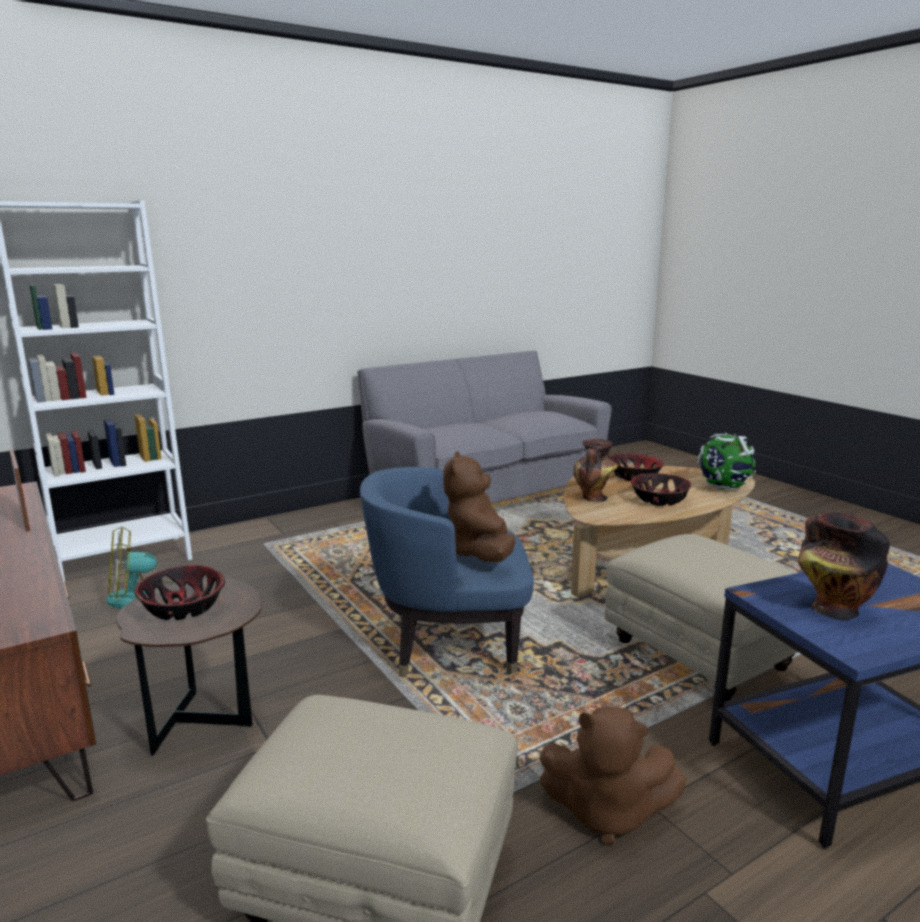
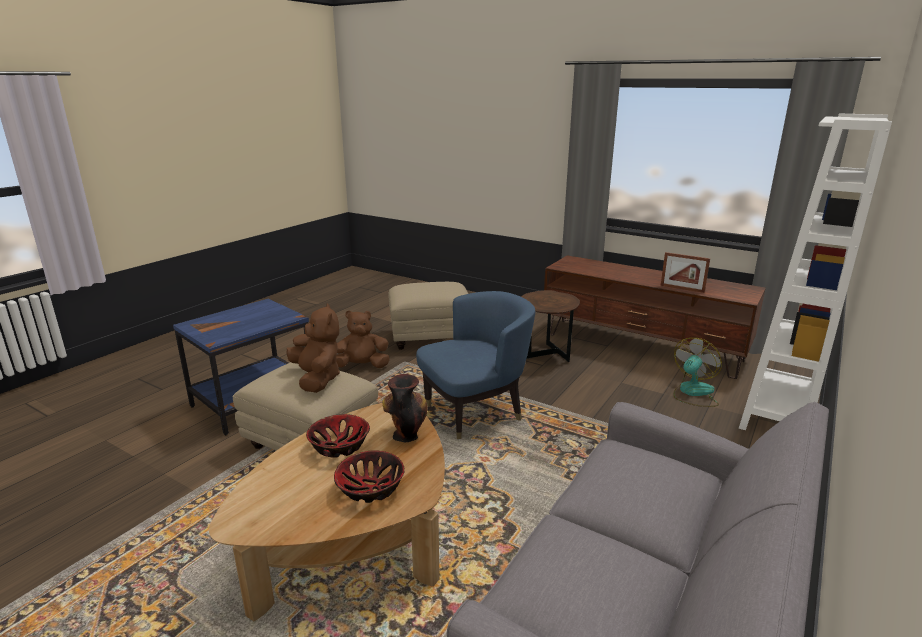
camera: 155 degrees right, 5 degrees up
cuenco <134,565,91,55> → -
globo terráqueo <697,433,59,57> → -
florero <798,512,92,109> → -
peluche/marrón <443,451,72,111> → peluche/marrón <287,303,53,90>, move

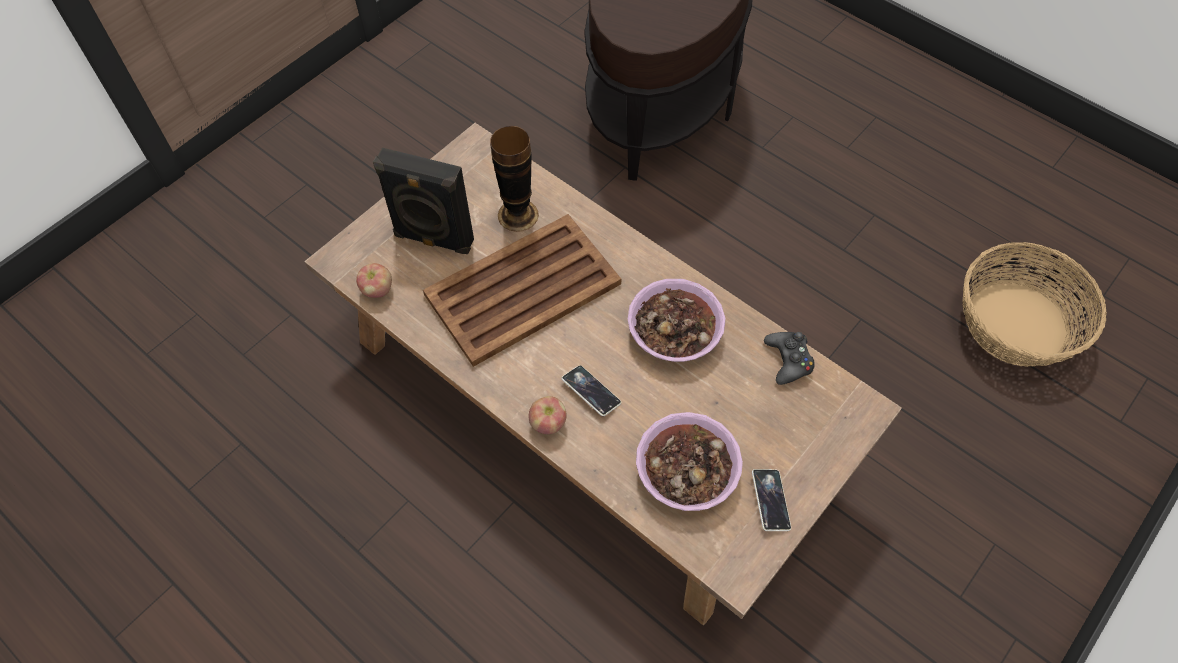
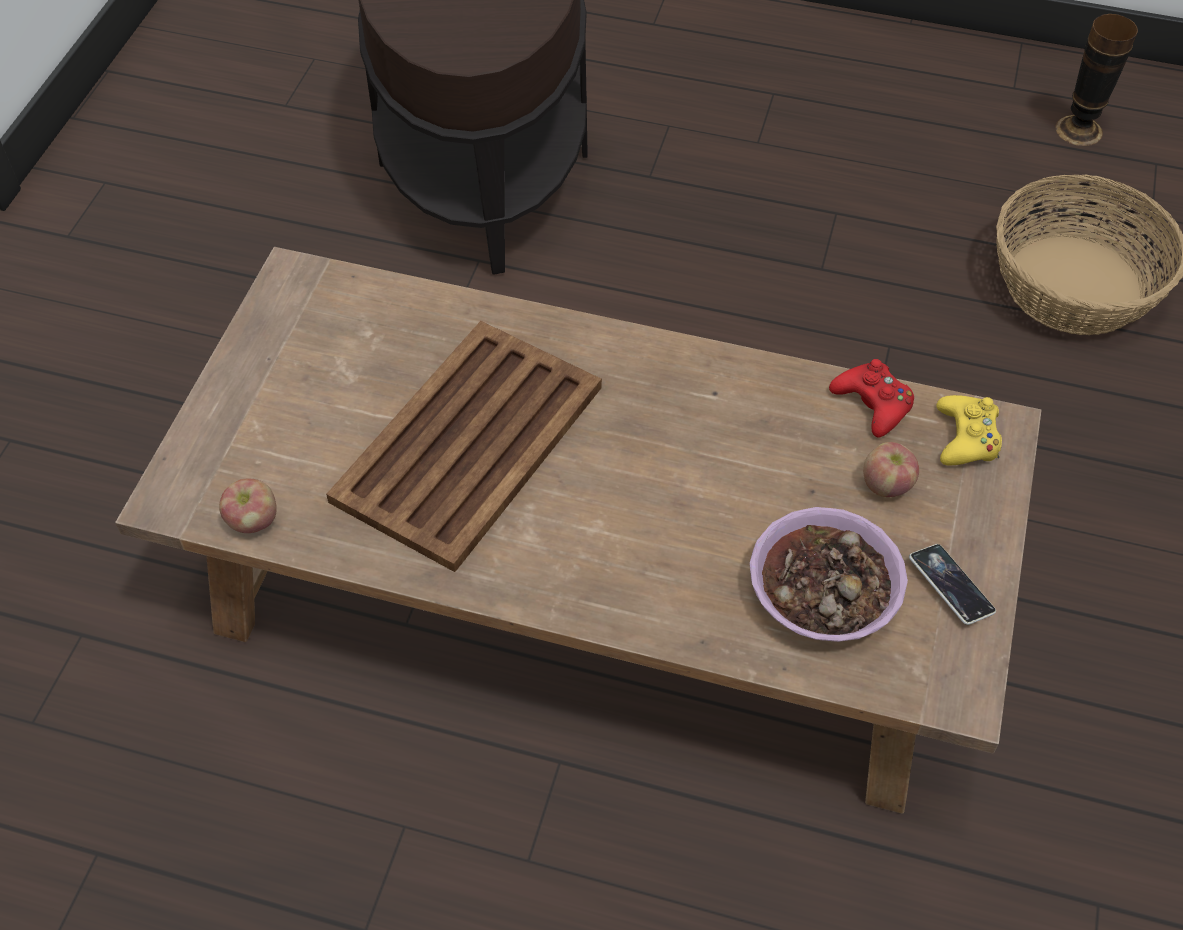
camera: 25 degrees left, 5 degrees down
altavoz/negro <373,148,101,106> → -
móvil <561,365,60,51> → -
cuenco <628,279,97,83> → -
- → mando de consola/amarillo <936,395,66,70>
florero <490,126,49,106> → florero <1055,14,83,132>, move
manzana <529,396,38,38> → manzana <863,442,56,55>, move
mando de consola/negro <764,332,51,53> → mando de consola/rojo <829,359,85,79>

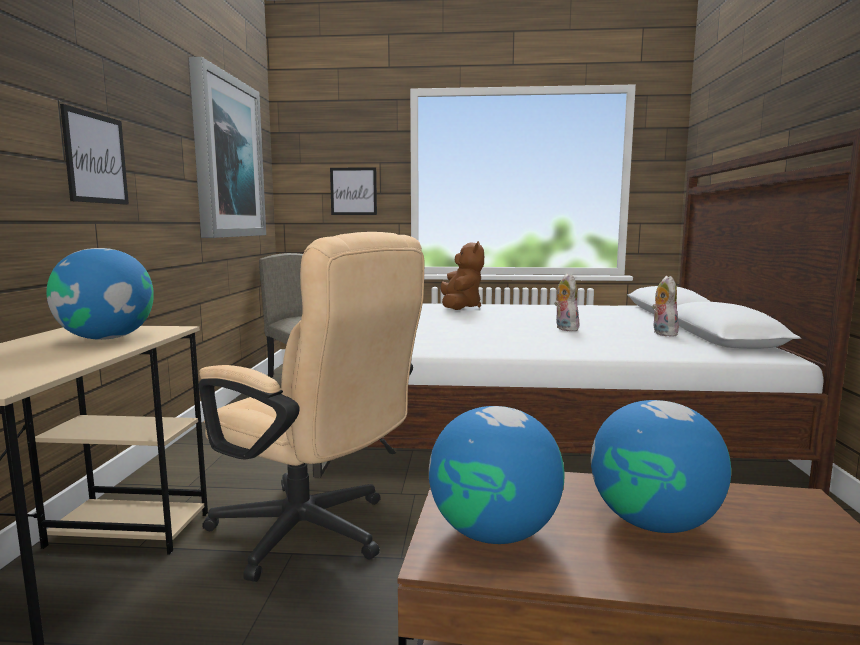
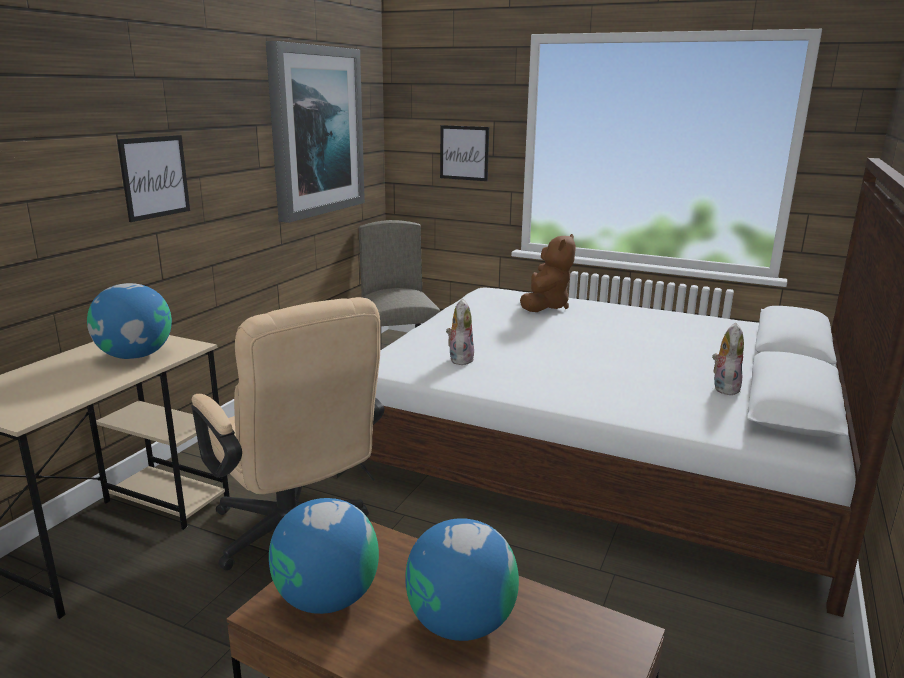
camera: 20 degrees right, 10 degrees up
peluche <554,274,25,57> → peluche <446,298,28,67>, move

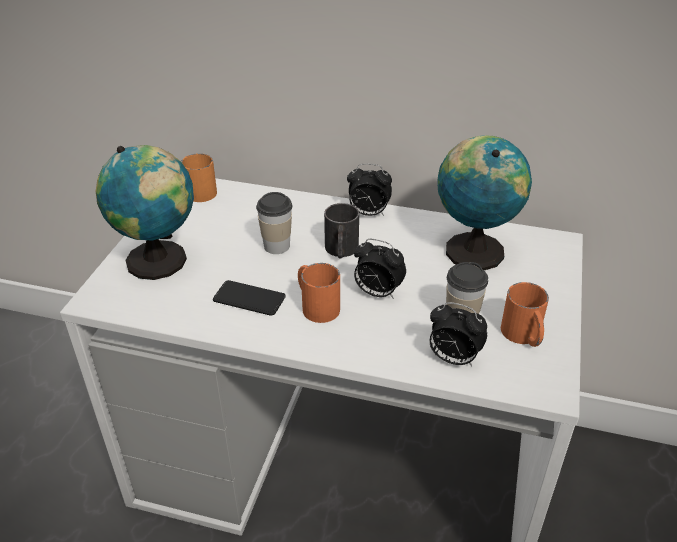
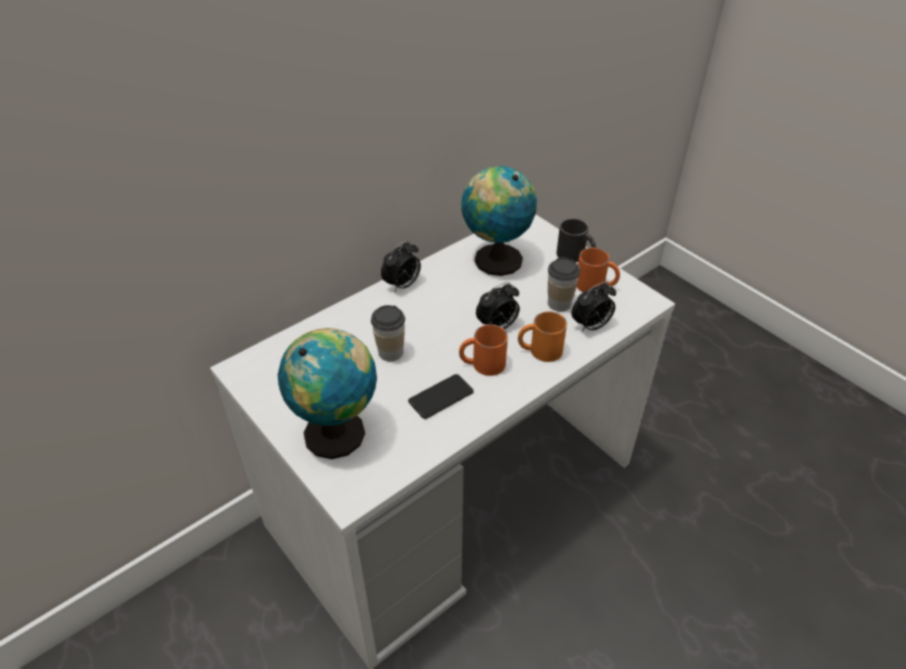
camera: 55 degrees left, 5 degrees up
taza grande/naranja <181,153,36,49> → taza grande/naranja <518,311,49,51>, move
taza grande/negro <324,203,35,56> → taza grande/negro <557,218,39,44>, move

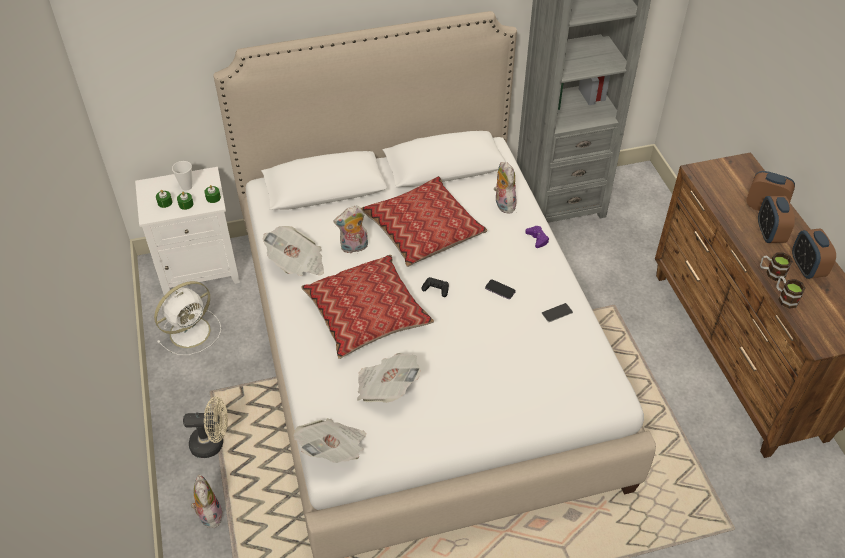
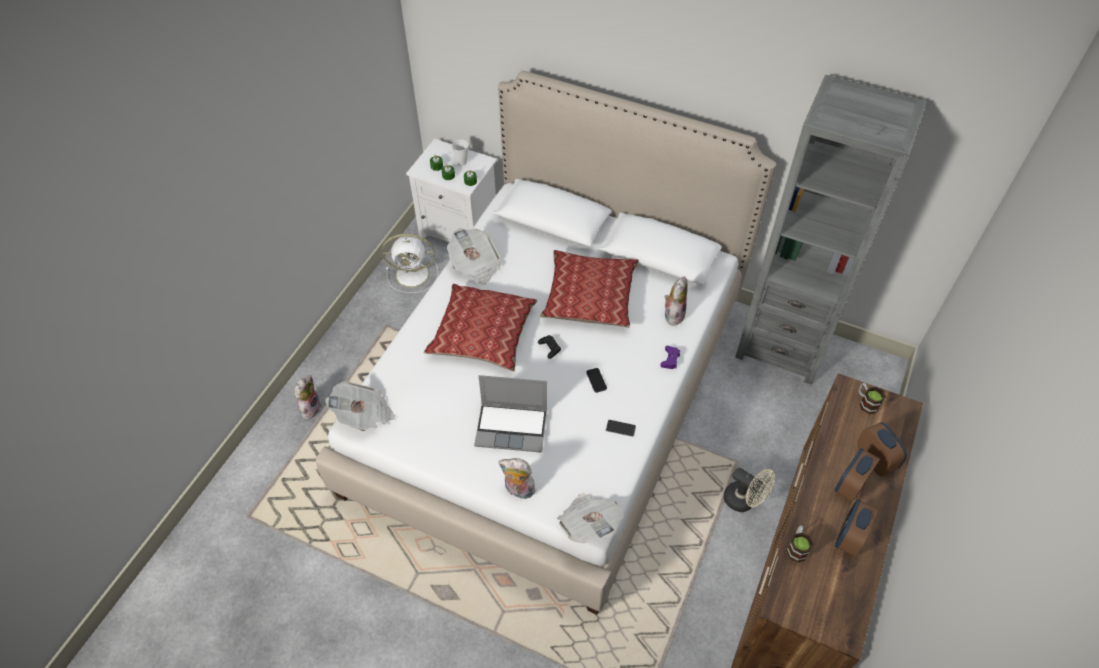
camera: 40 degrees right, 5 degrees up
- → portátil <474,375,73,78>
ventilador/beis <183,397,45,61> → ventilador/beis <724,467,51,45>, move
peluche <334,205,34,49> → peluche <498,458,37,41>, move
periódico <357,353,64,50> → periódico <557,493,67,50>, move
taza grande <760,252,33,29> → taza grande <859,383,27,31>, move

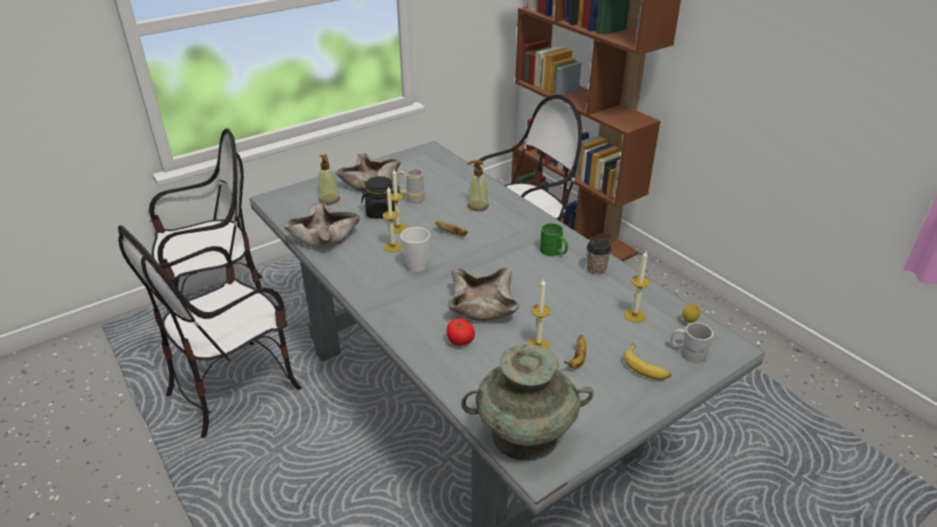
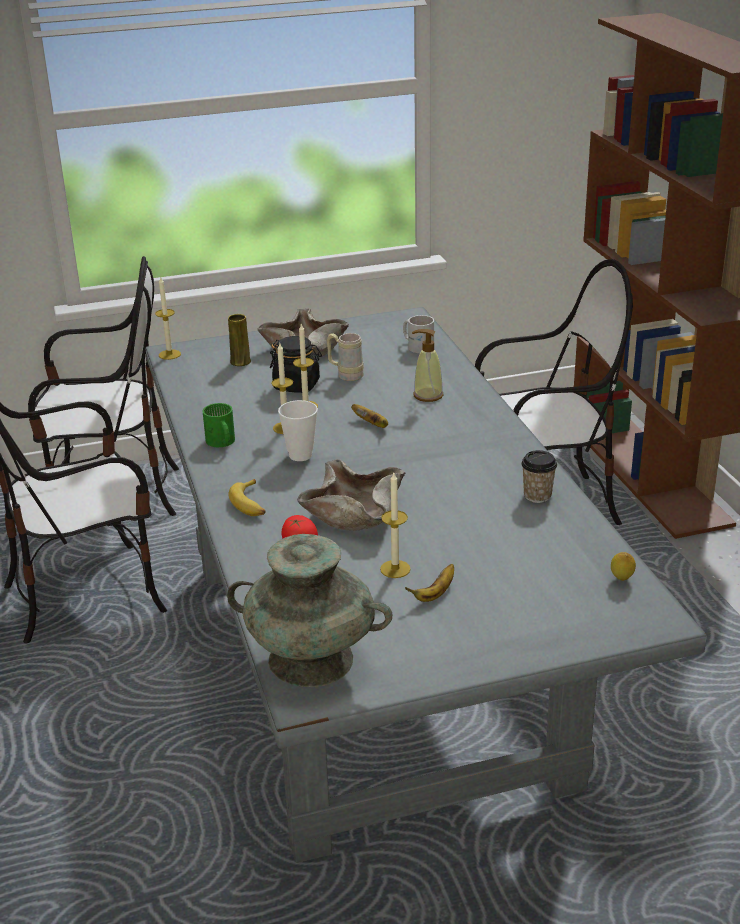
camera: 20 degrees right, 5 degrees down
cuenco/beis <284,203,77,45> → -
taza grande/verde <540,223,28,33> → taza grande/verde <203,403,32,44>, move
vela <624,251,26,72> → vela <155,277,26,83>, move
plátano <624,343,47,37> → plátano <229,479,37,37>, move
taza grande/blanco <671,322,42,41> → taza grande/blanco <403,315,31,38>, move
dispensador de jabón <318,154,22,51> → florero/amarillo <228,314,23,52>

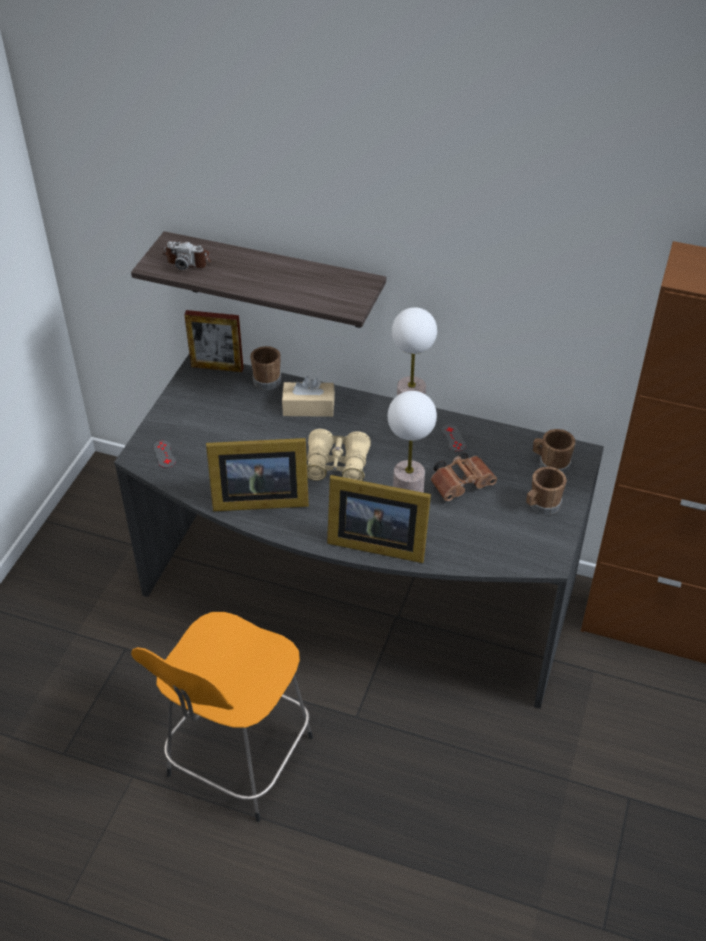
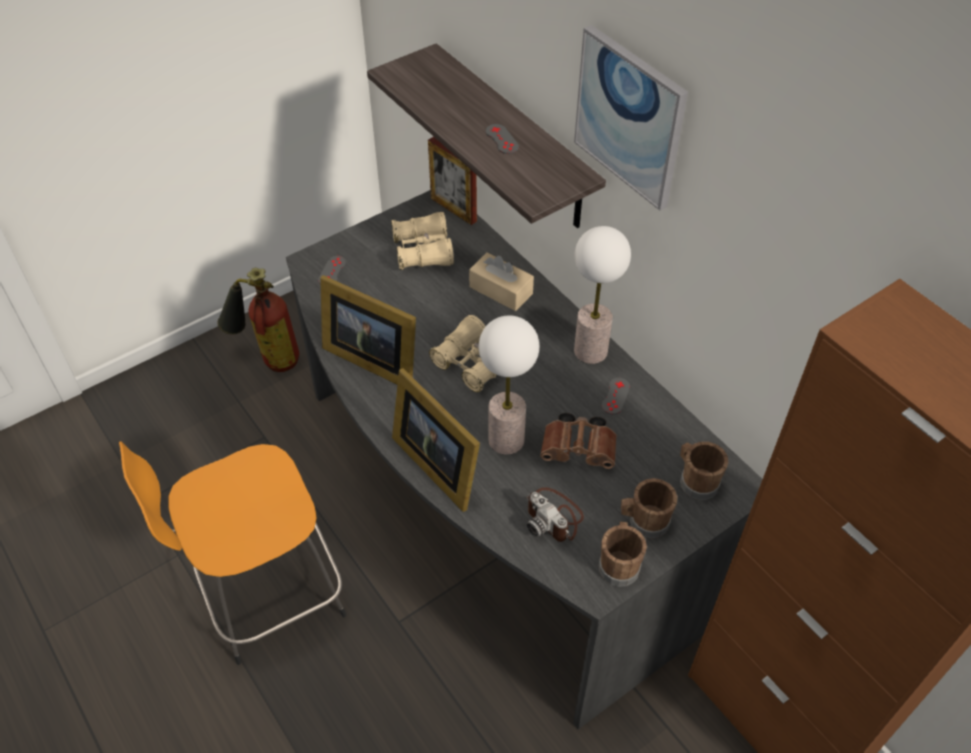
camera: 35 degrees right, 5 degrees up
- → extintor <217,268,82,104>
- → prismáticos/beis <391,212,63,58>
- → mando de consola/gris <486,124,33,30>
- → cuadro <574,25,114,186>
cámara <162,241,49,29> → cámara <527,487,57,55>, move
taza grande/marrón <250,346,31,44> → taza grande/marrón <599,522,48,65>, move

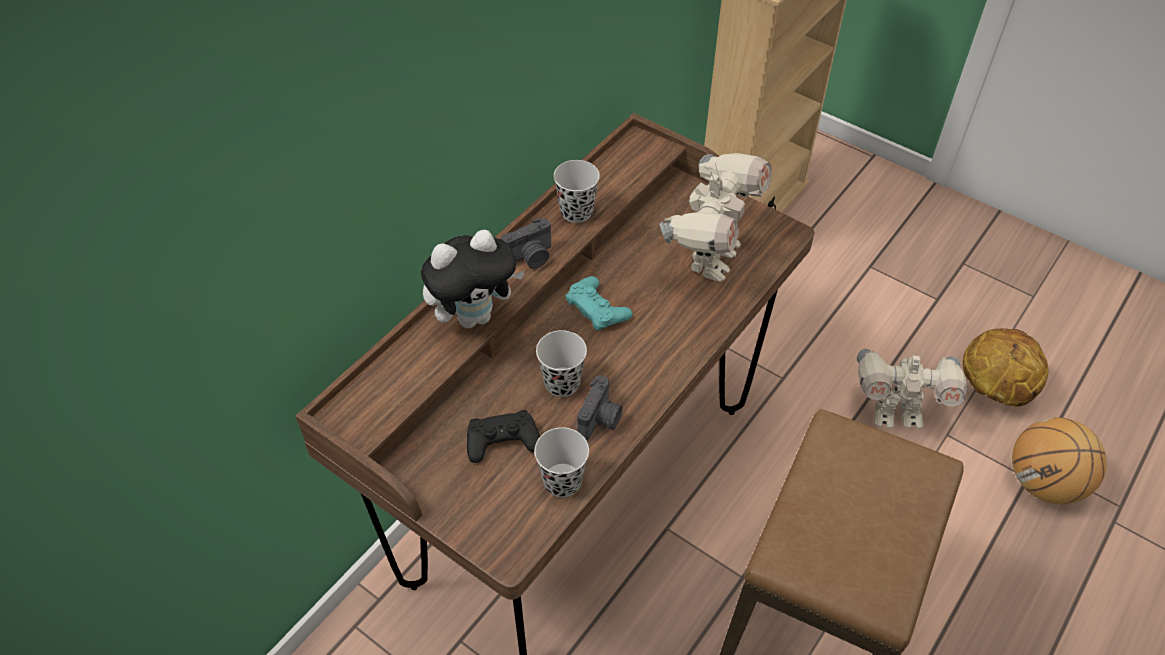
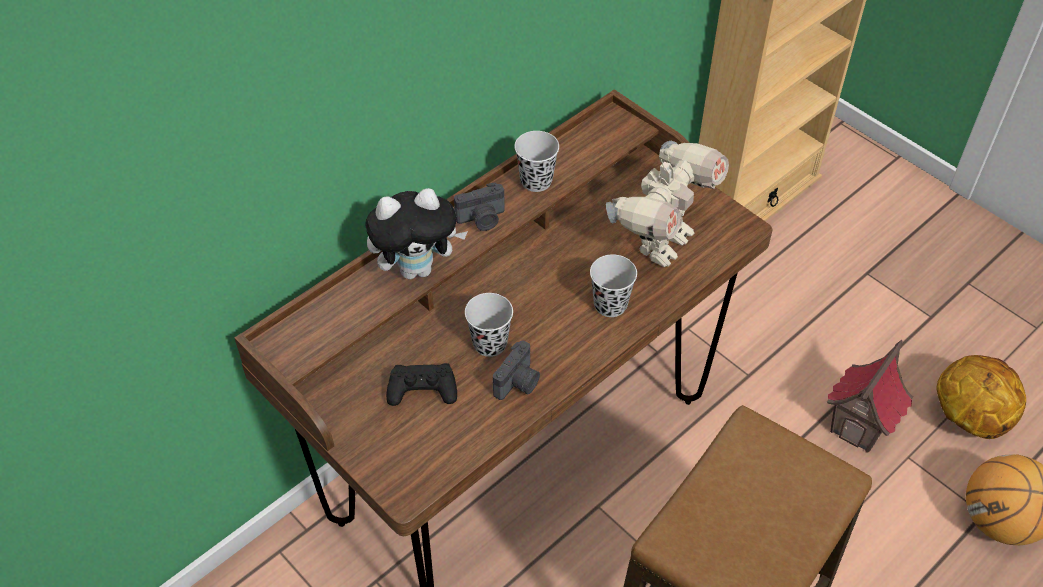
camera: 10 degrees right, 0 degrees up
mando de consola/turquesa <565,276,68,55> → -
taza/negro <534,427,55,70> → taza/negro <590,254,47,63>, move
robot de juguete <857,349,111,79> → casita <827,340,86,113>

